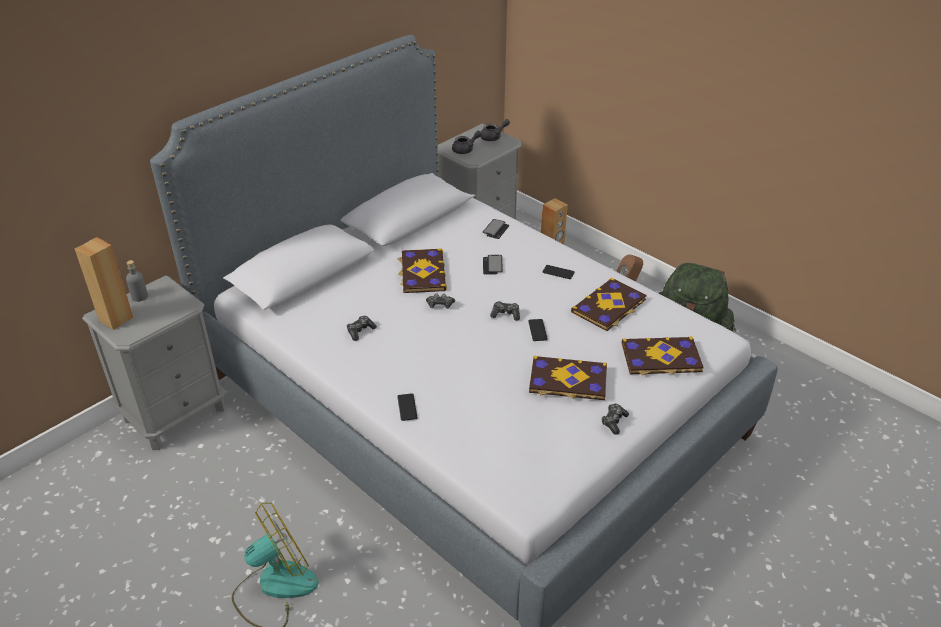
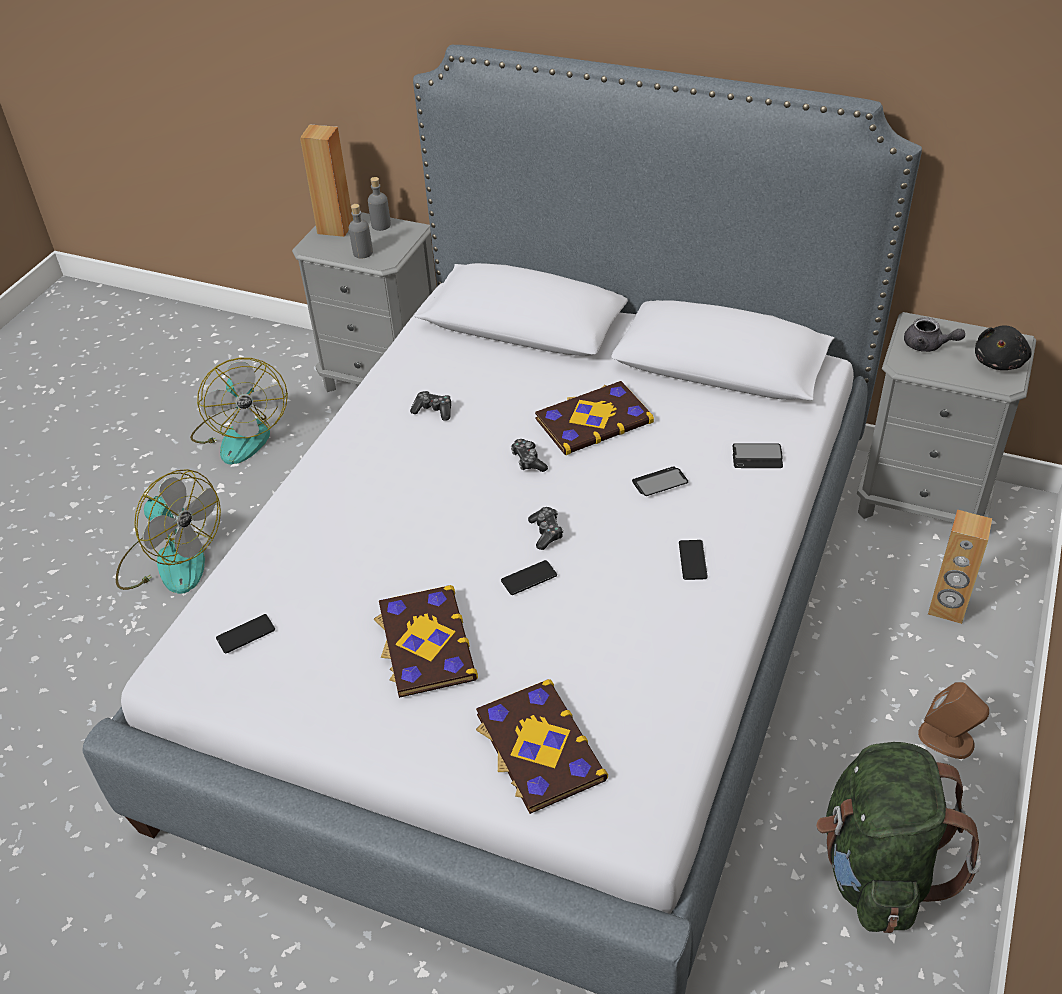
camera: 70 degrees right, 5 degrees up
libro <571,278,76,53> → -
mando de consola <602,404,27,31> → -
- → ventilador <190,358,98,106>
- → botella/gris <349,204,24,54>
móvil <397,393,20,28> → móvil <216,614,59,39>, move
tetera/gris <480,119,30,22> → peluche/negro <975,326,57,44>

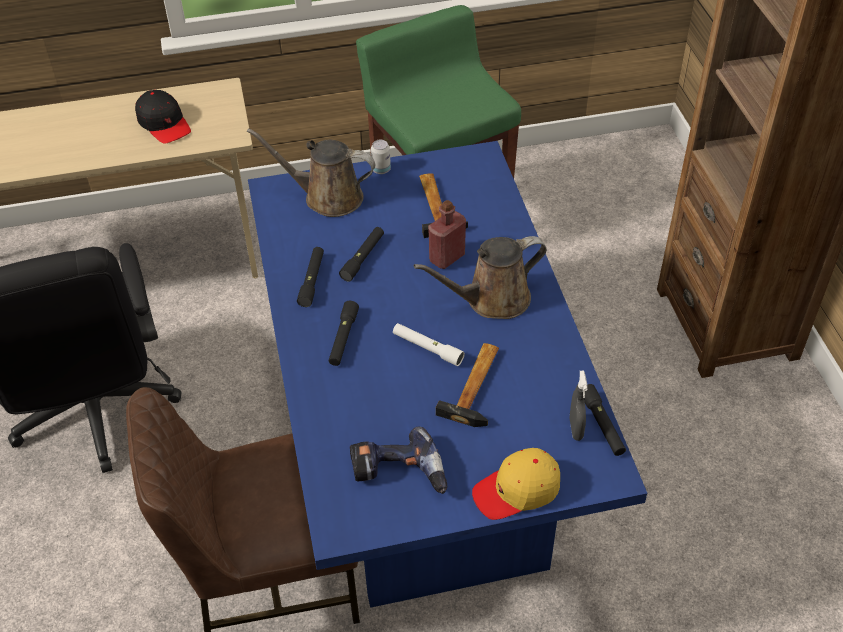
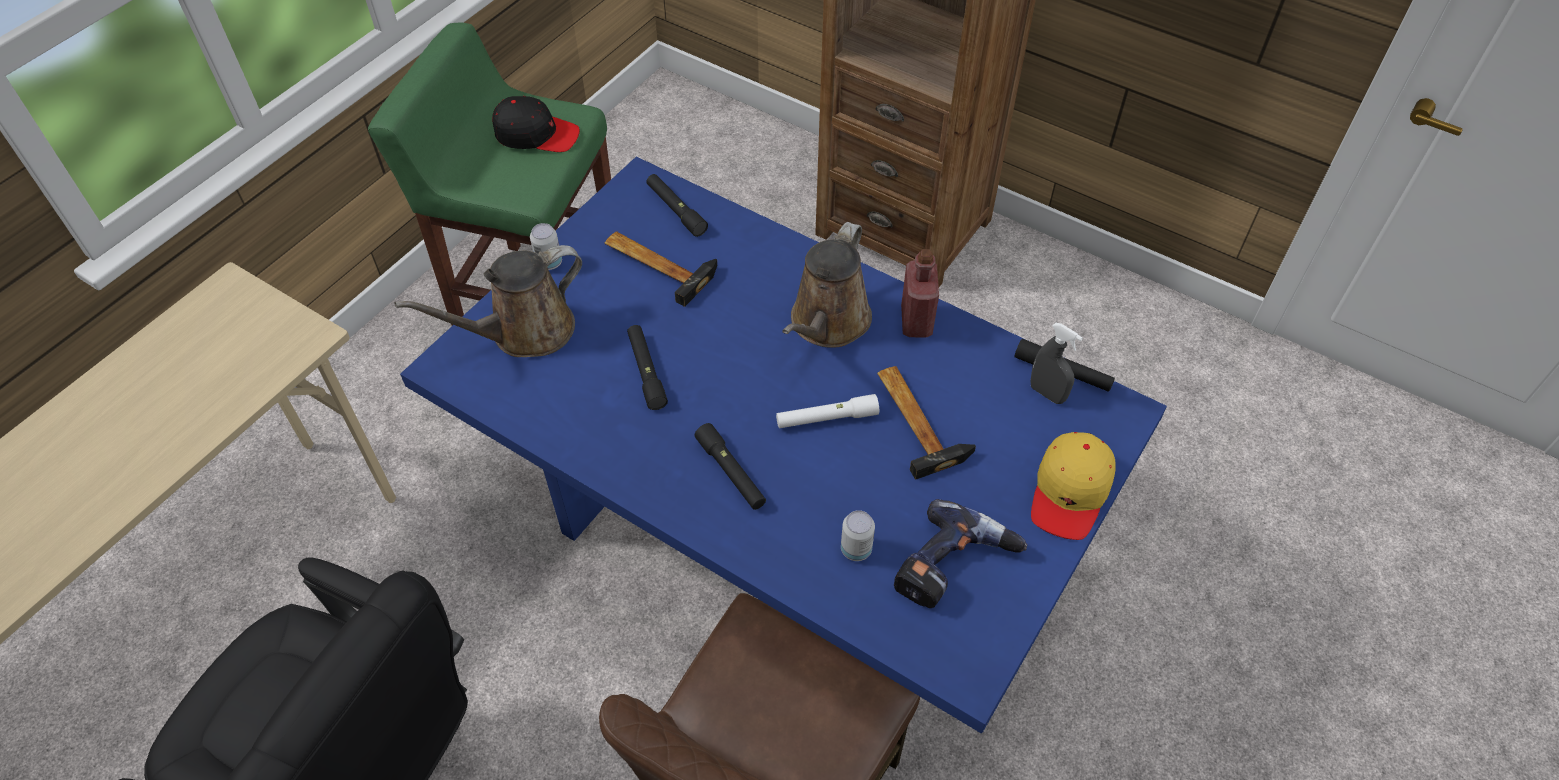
camera: 45 degrees left, 5 degrees up
- → lata <841,510,34,51>
gorra/negro <135,90,56,54> → gorra/negro <492,96,88,56>, move
linterna/negro <297,247,27,60> → linterna/negro <646,174,62,63>, move
botella/rojo <428,200,38,69> → botella/rojo <901,249,38,89>, move

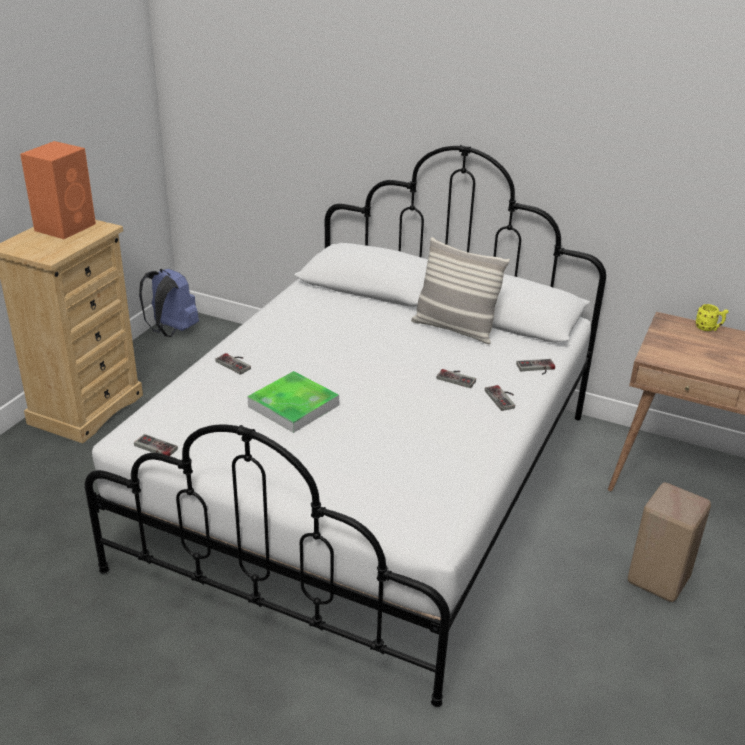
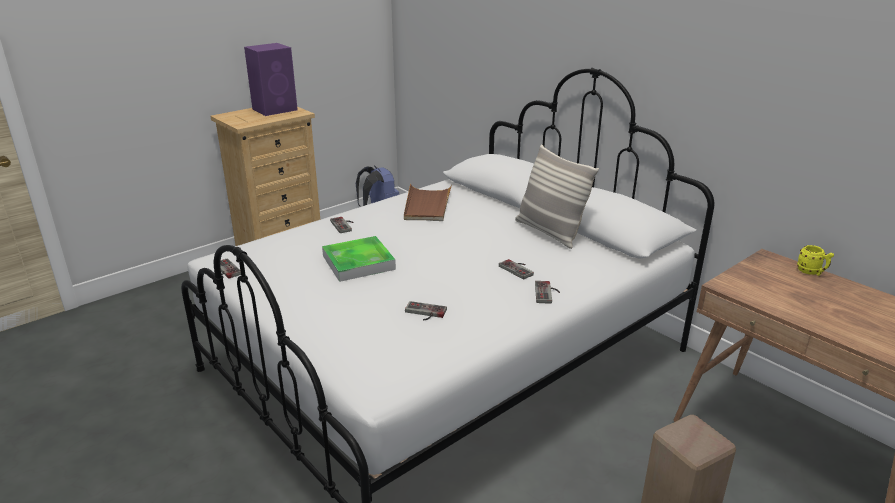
camera: 25 degrees right, 5 degrees down
- → bandeja/marrón <404,184,48,37>
mando de consola <516,359,39,16> → mando de consola <405,301,42,20>, move
altavoz/naranja <20,141,76,98> → altavoz/morado <244,43,54,73>

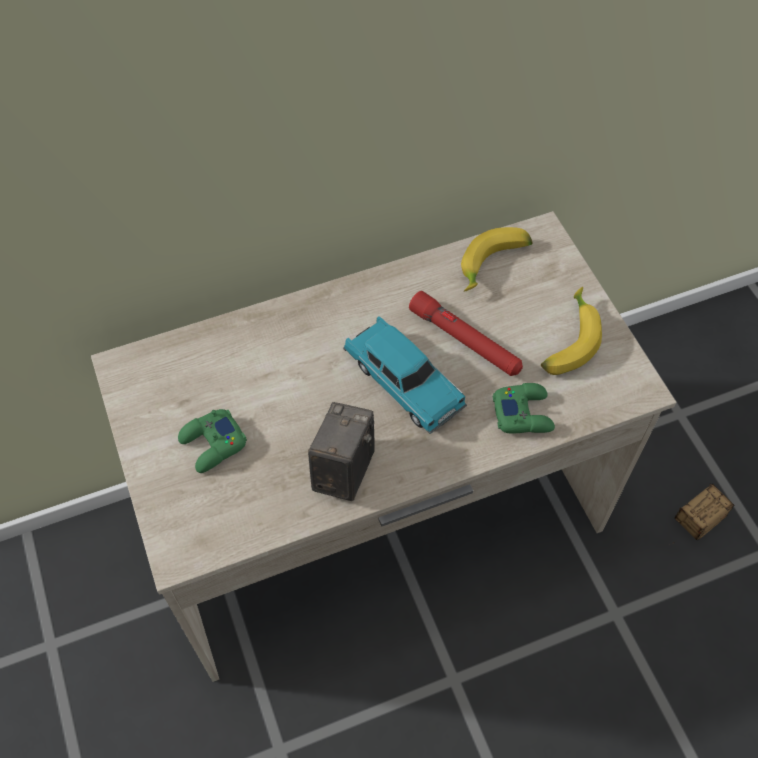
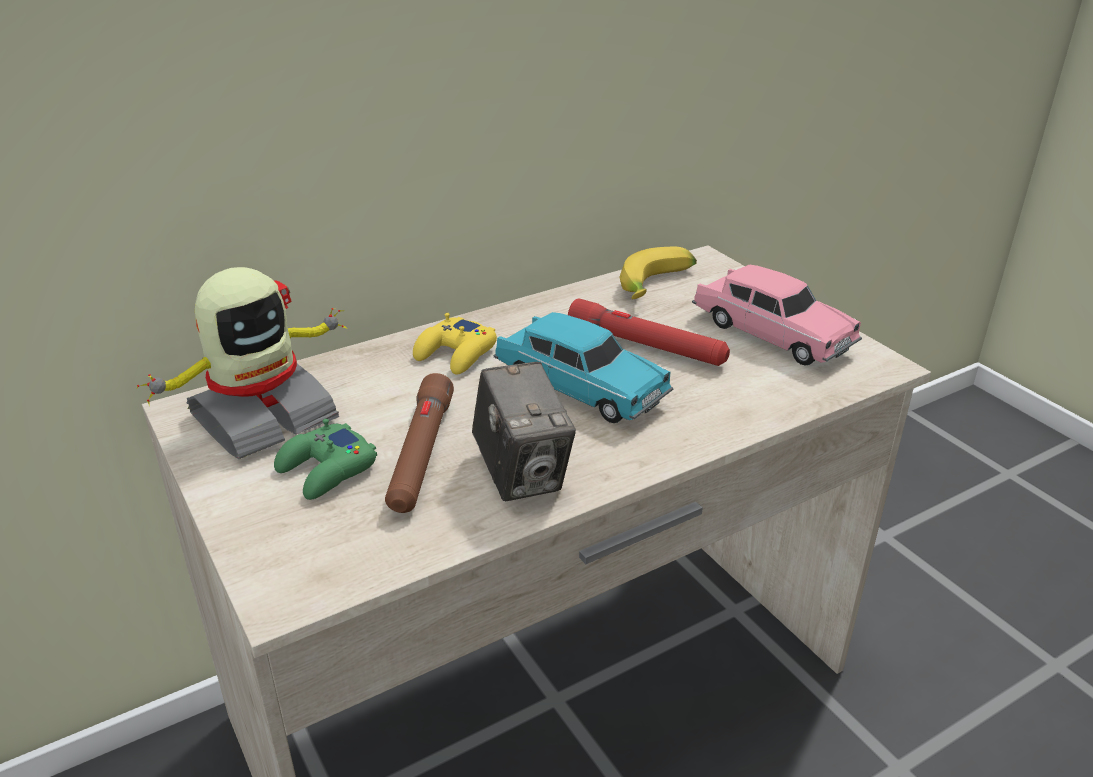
camera: 10 degrees left, 25 degrees down
mando de consola/verde <493,383,62,51> → -
caja de almacenaje <675,484,59,56> → -
- → robot de juguete <137,267,211,192>
- → linterna/marrón <385,373,69,140>
- → mando de consola/amarillo <413,313,84,62>
plátano <541,287,61,88> → coche de juguete/rosa <692,265,170,101>
cámara <308,402,67,99> → cámara <472,362,104,139>, 150 degrees clockwise

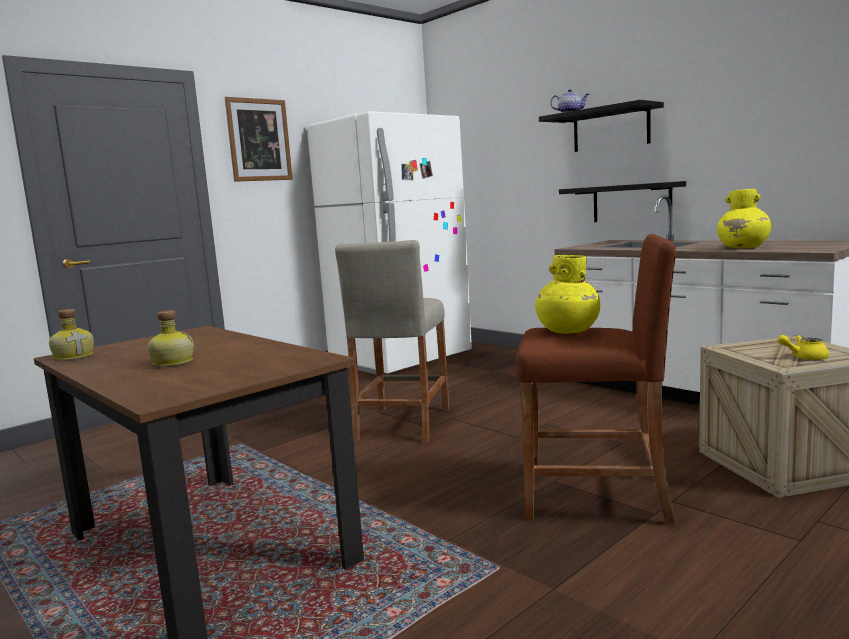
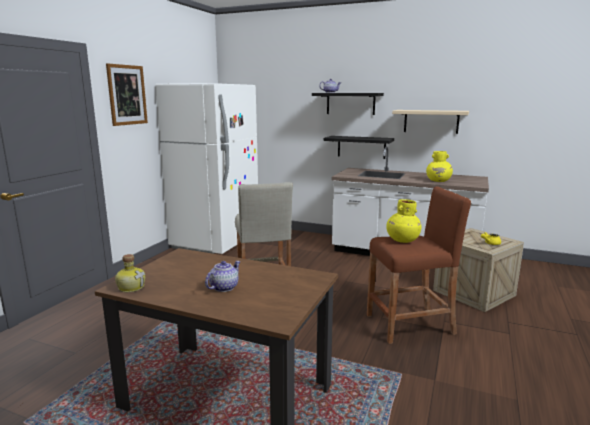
camera: 25 degrees left, 5 degrees up
- → estante/beis <392,110,77,24>
botella <147,310,47,57> → tetera <205,261,36,31>

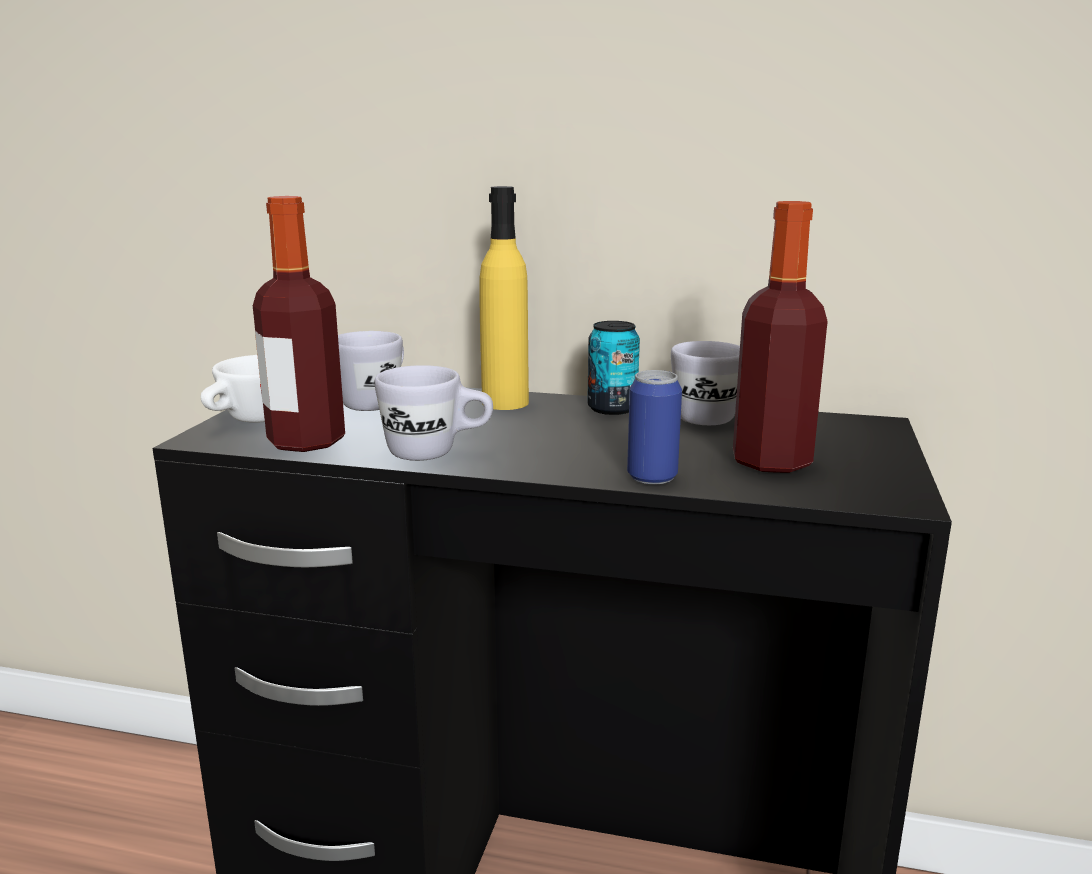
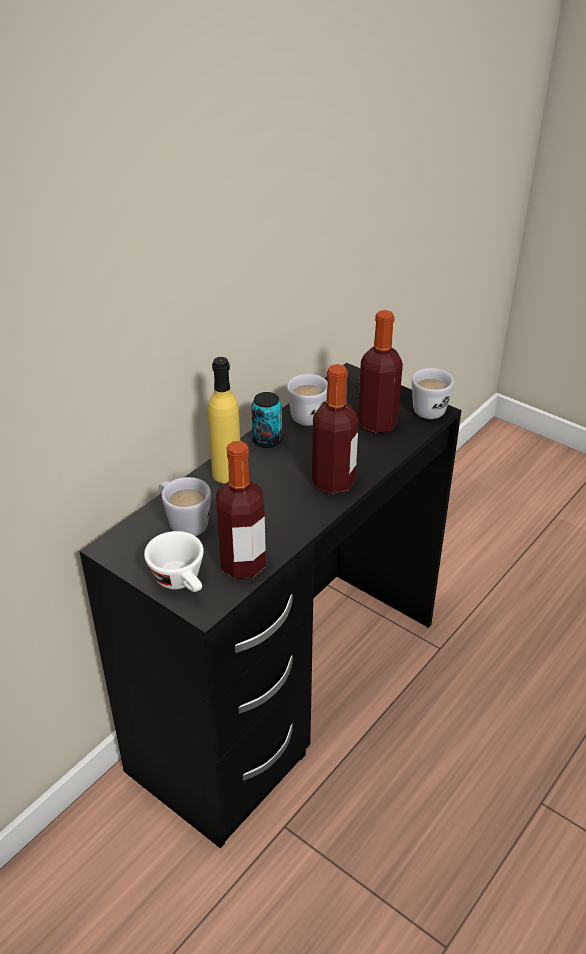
camera: 65 degrees left, 20 degrees up
lata <627,370,55,114> → -
- → botella <312,364,47,130>
taza grande/blanco <374,365,119,96> → taza grande/blanco <412,368,42,51>, move

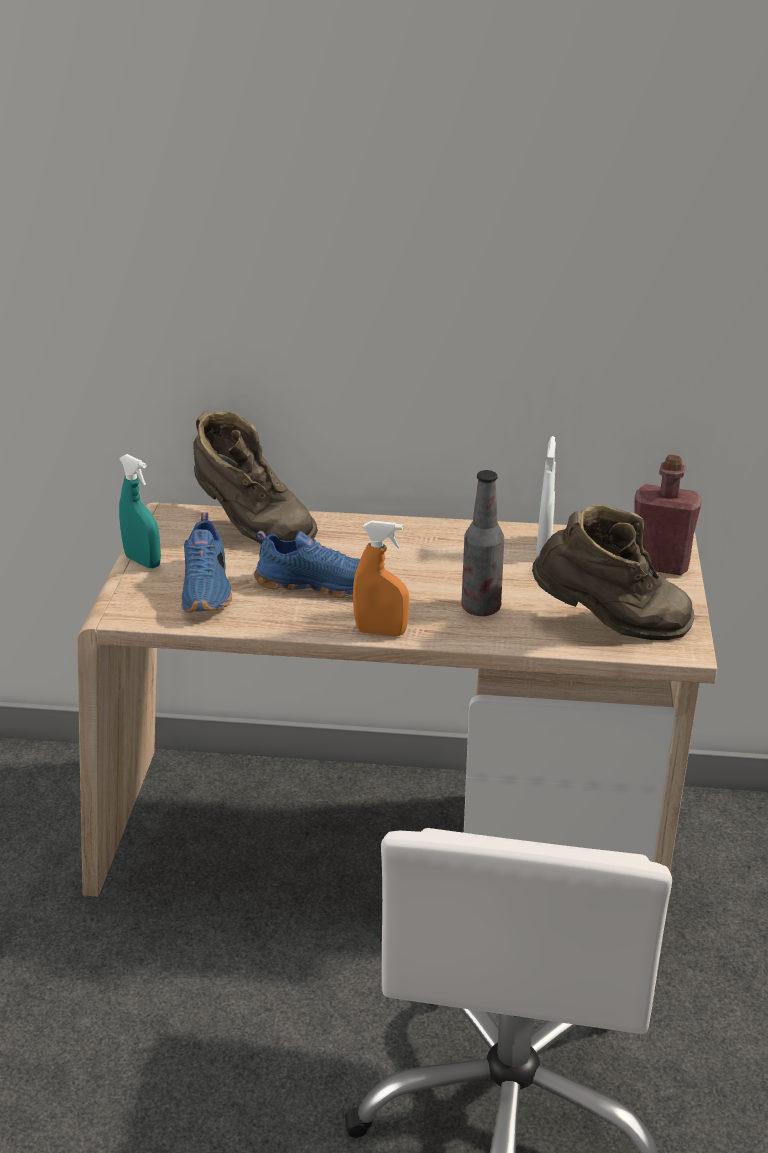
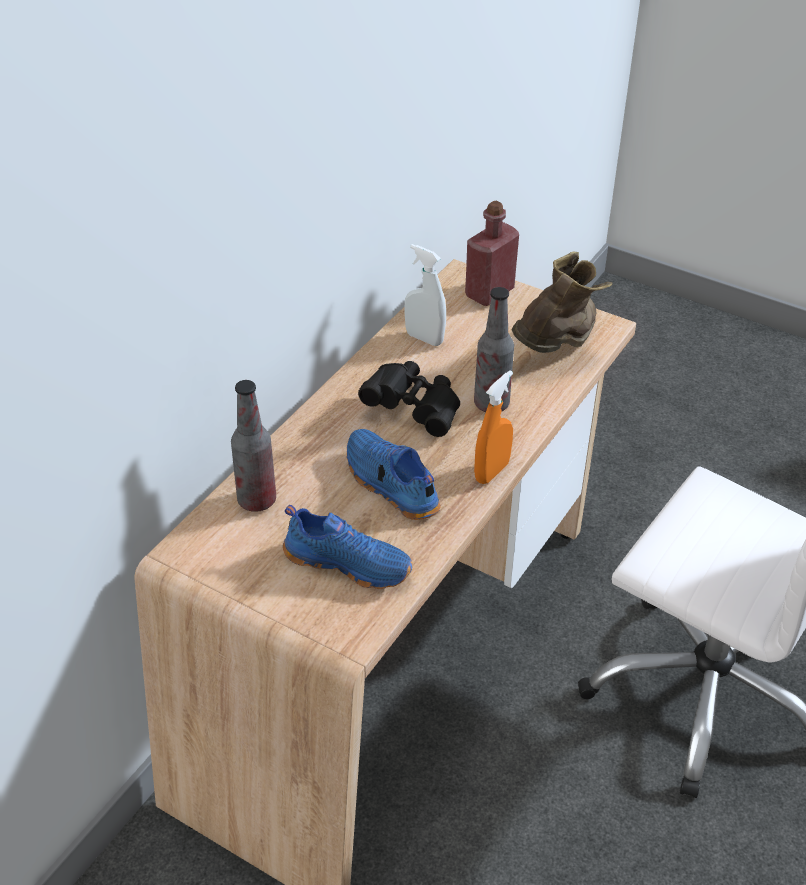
camera: 65 degrees left, 10 degrees up
pulverizador/turquesa <119,454,42,114> → -
- → prismáticos/negro <358,361,102,76>
bota/marrón <194,411,124,133> → botella <231,380,45,132>
zapato/azul <254,531,106,67> → zapato/azul <347,429,93,91>, 75 degrees counterclockwise

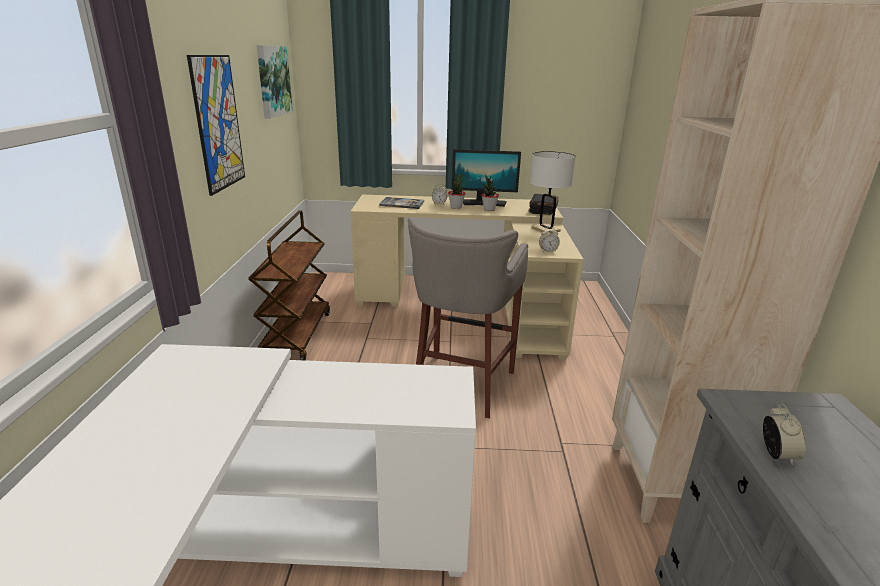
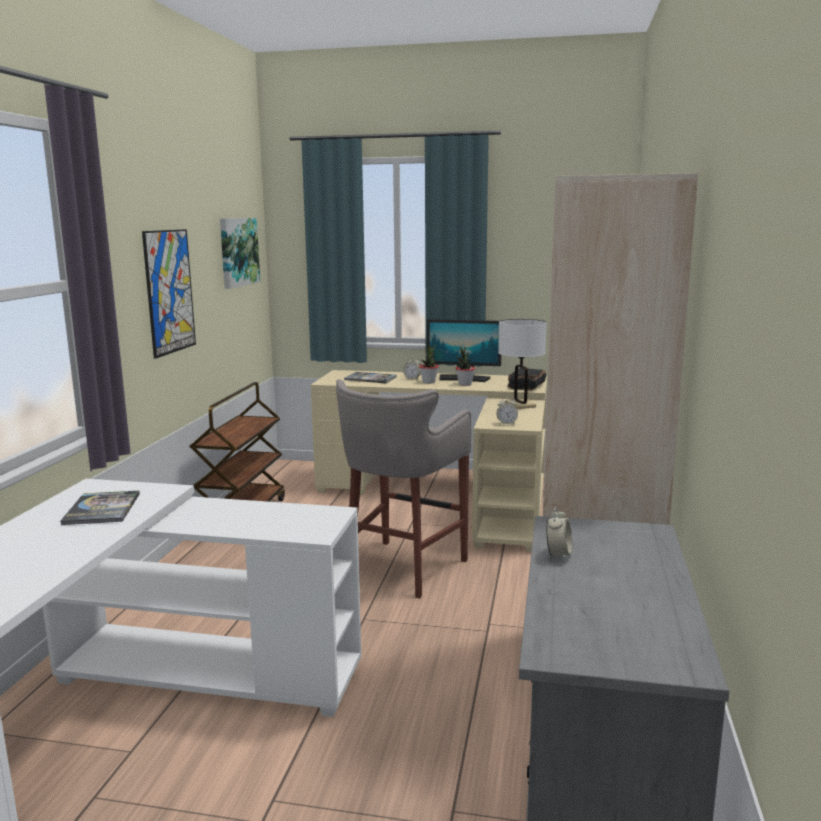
camera: 10 degrees right, 10 degrees down
- → libro <60,491,80,34>

